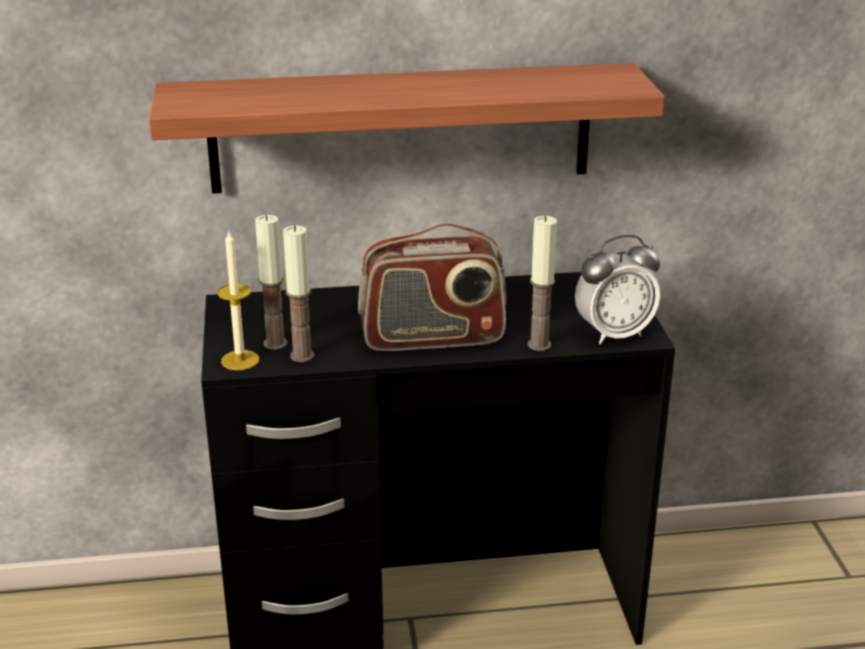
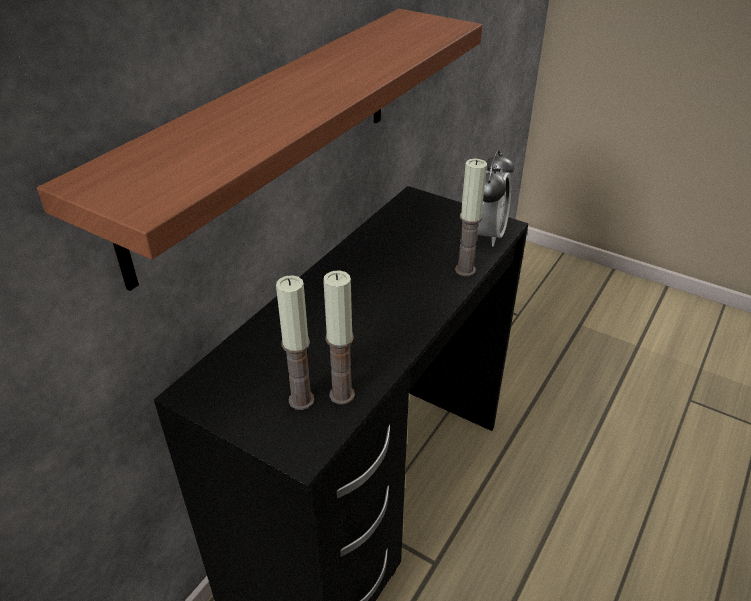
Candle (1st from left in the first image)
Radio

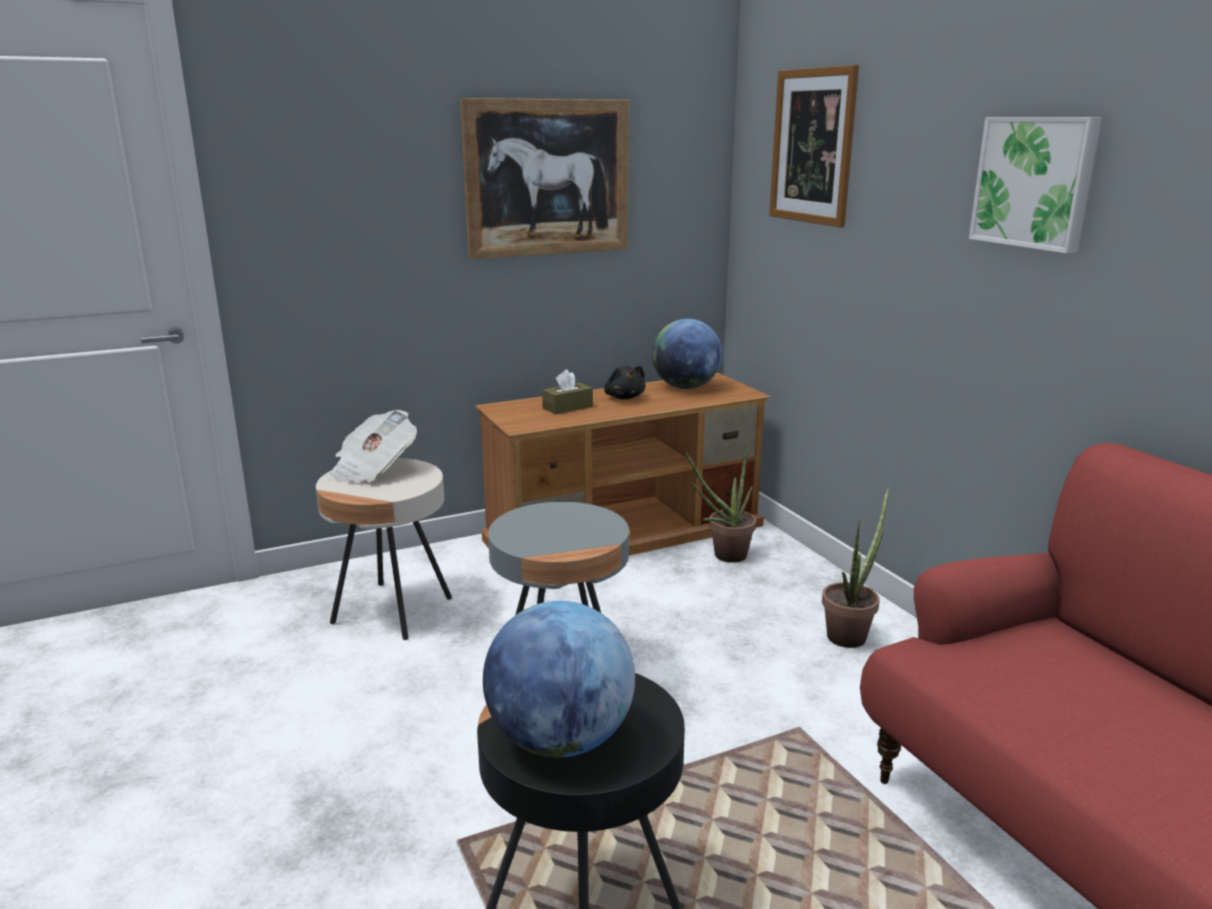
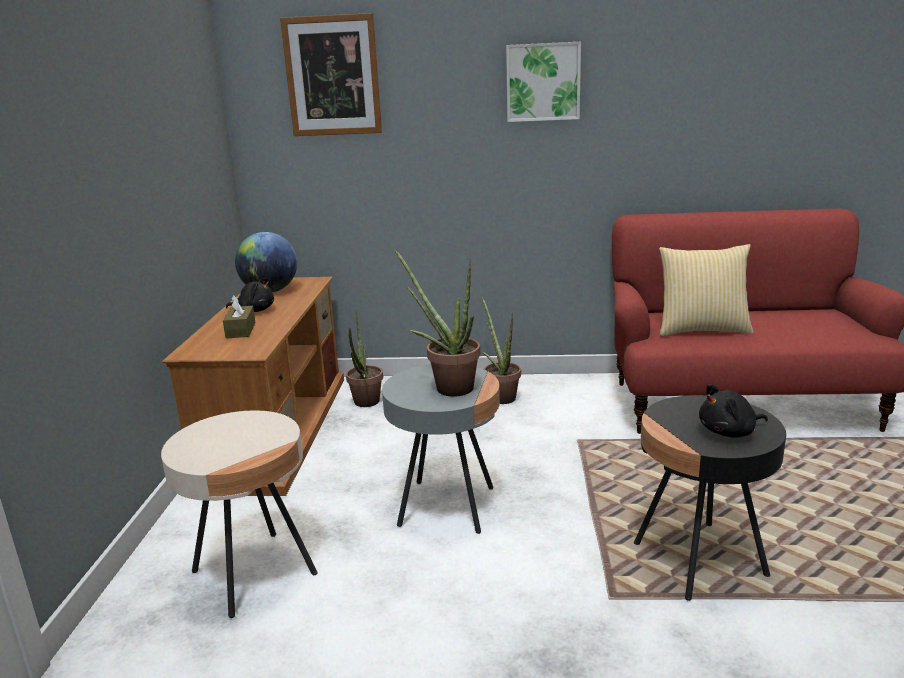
PottedPlant (2nd from left)
Pillow
BlackPlushToy (2nd from left)
Newspaper
Picture (1st from left in the first image)

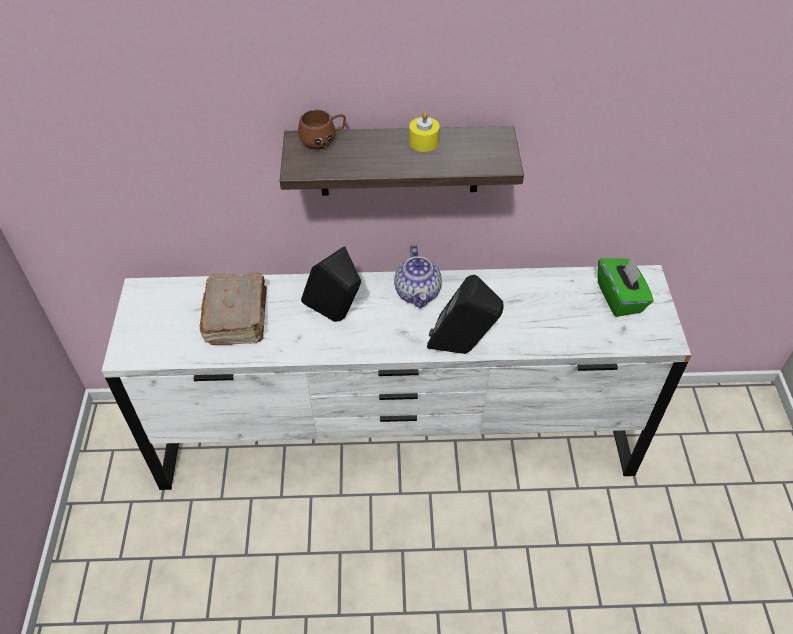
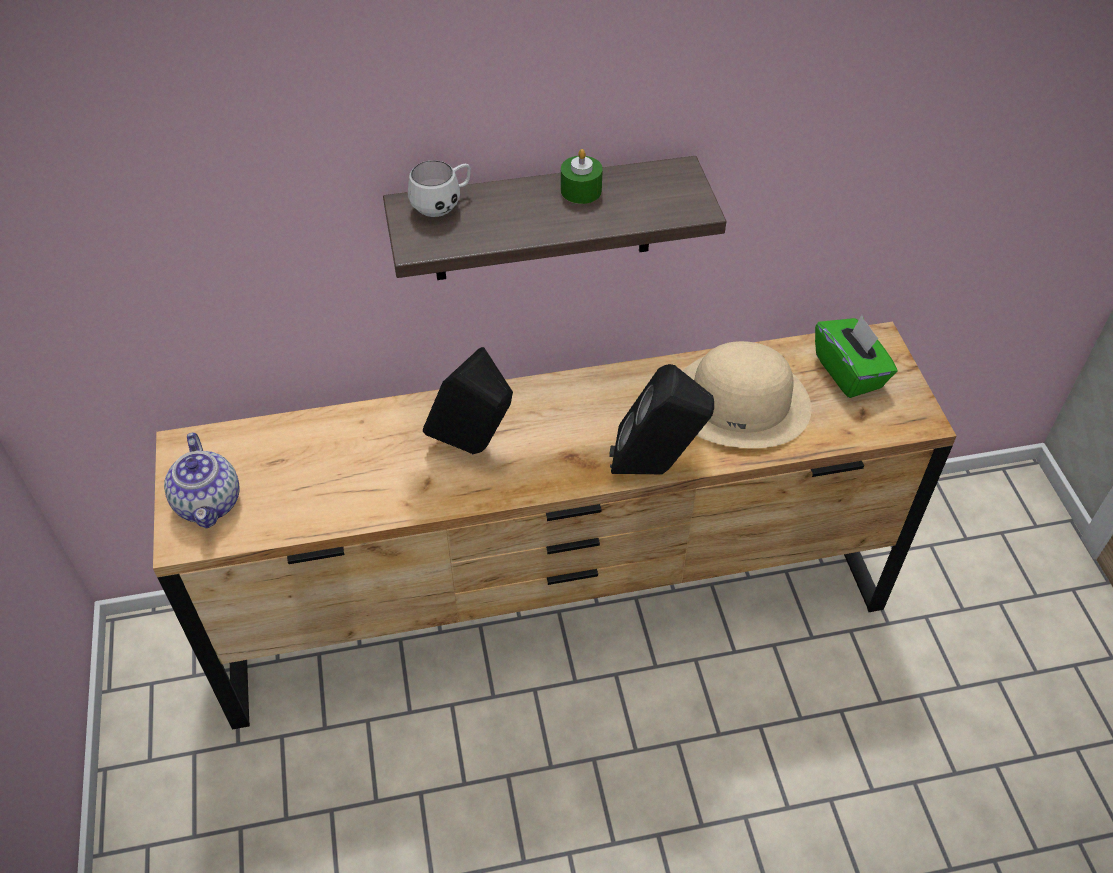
BrownDresser
Teapot
WhiteMug
GreenCandle
BeigeHat
BrownBook

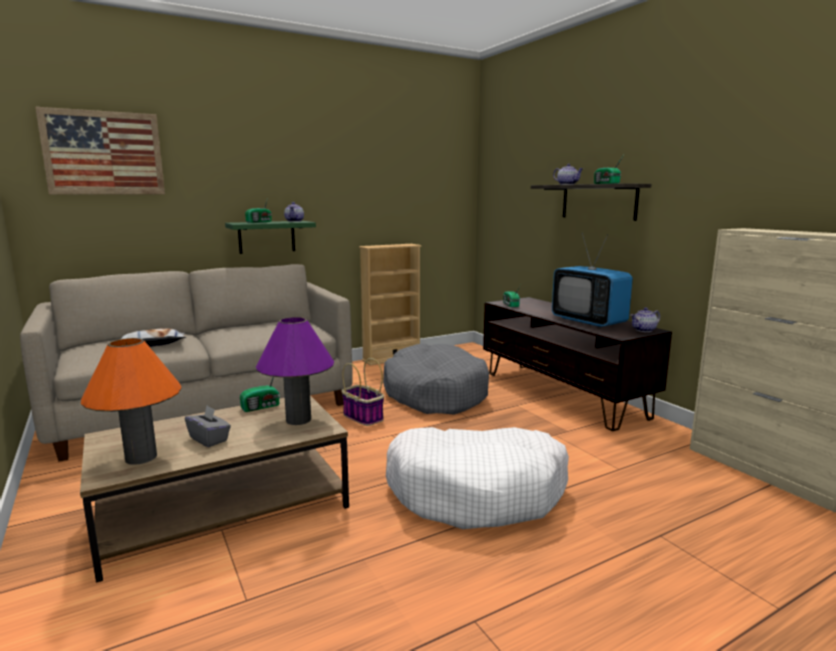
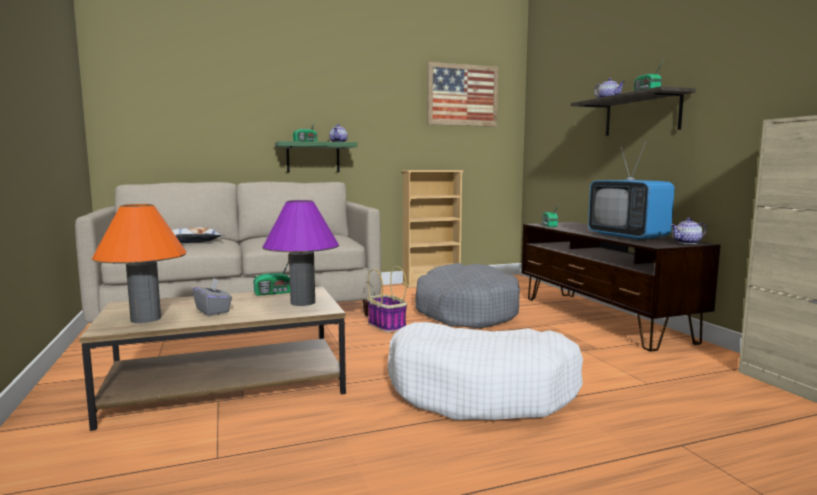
Picture

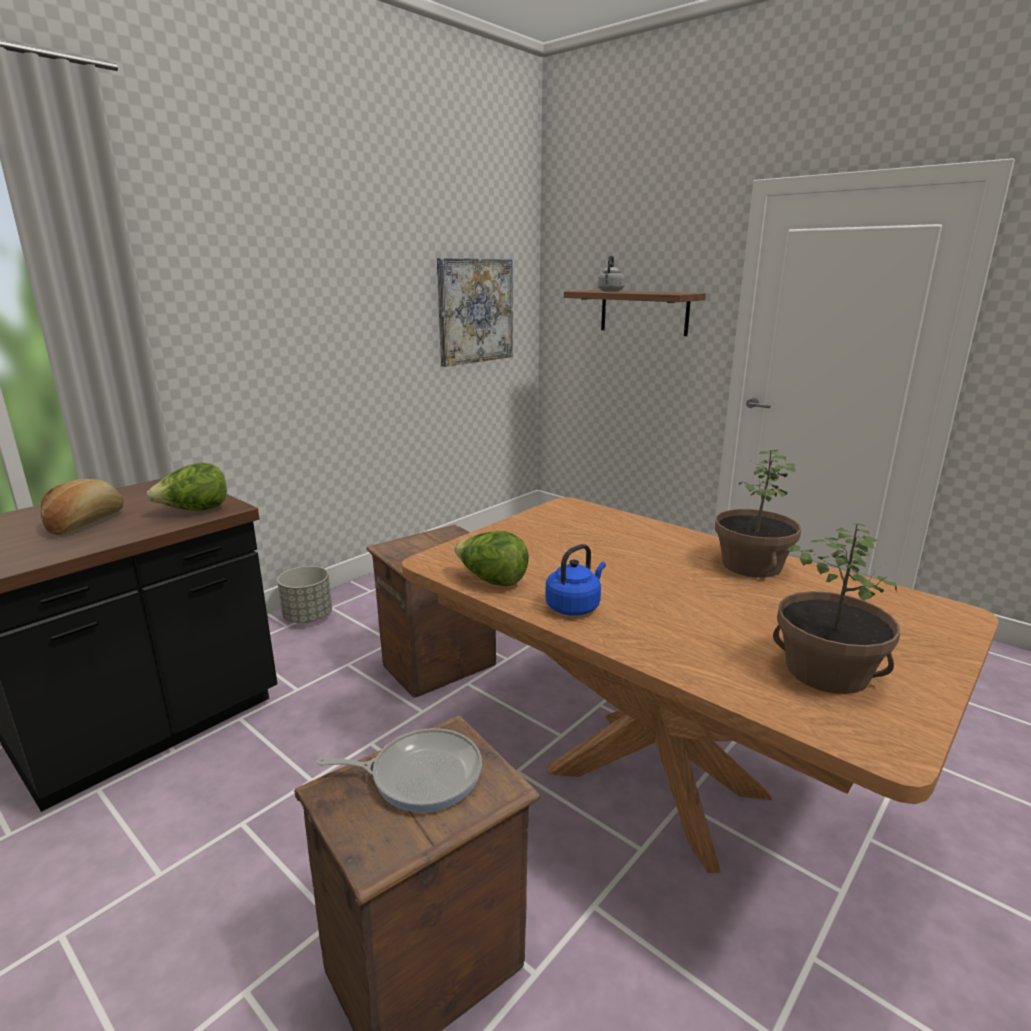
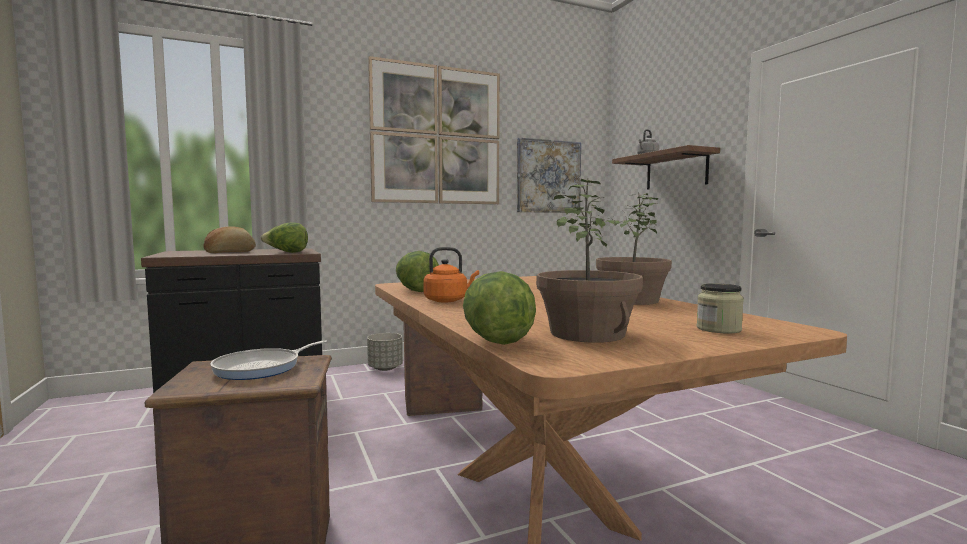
FryingPan
Picture (1st from left)
OrangeKettle
Lettuce (3rd from left)
Jar

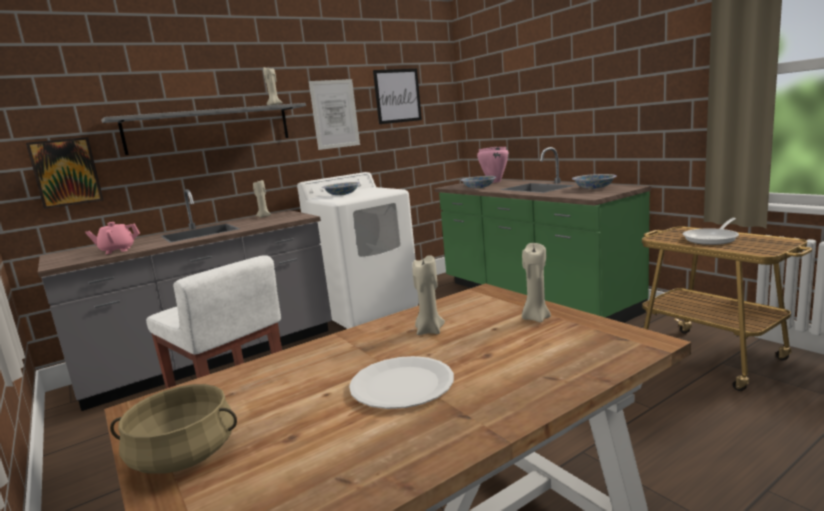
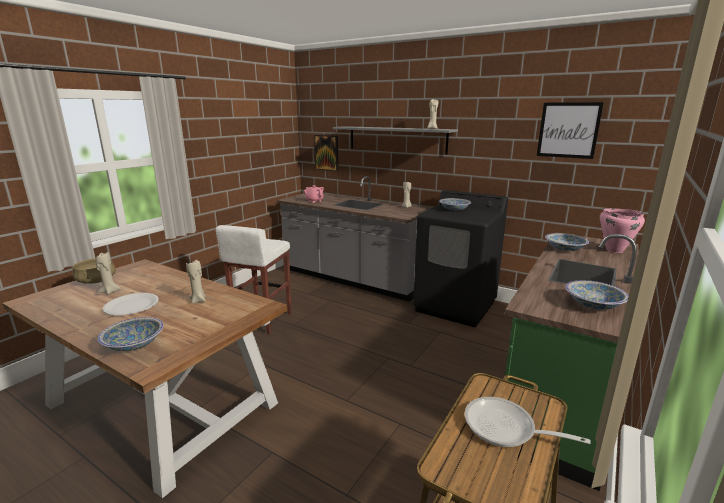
BeigeCandle (1st from left)
Bowl (1st from left)
BlackWashingMachine
Picture (2nd from left in the first image)

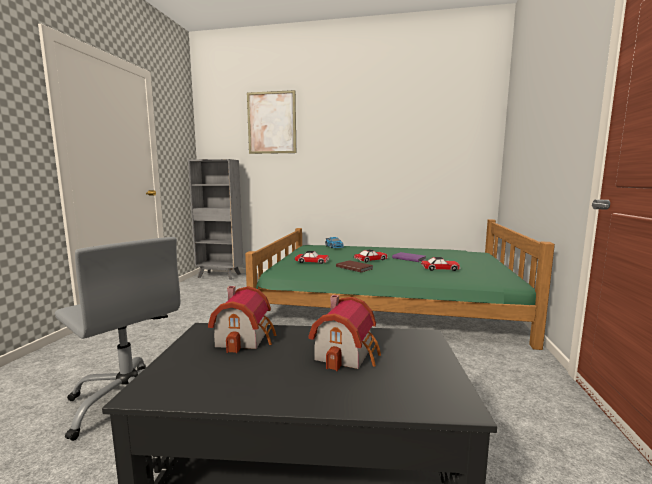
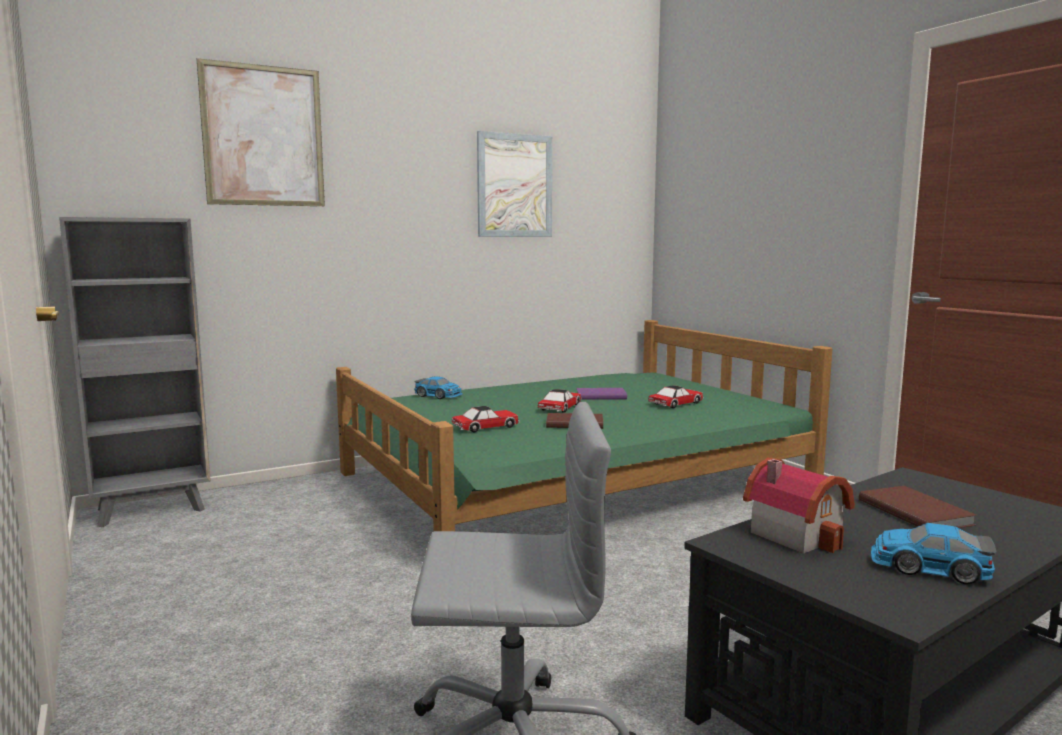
Picture (2nd from left)
BrownBook (2nd from left)
ToyCar (5th from left)

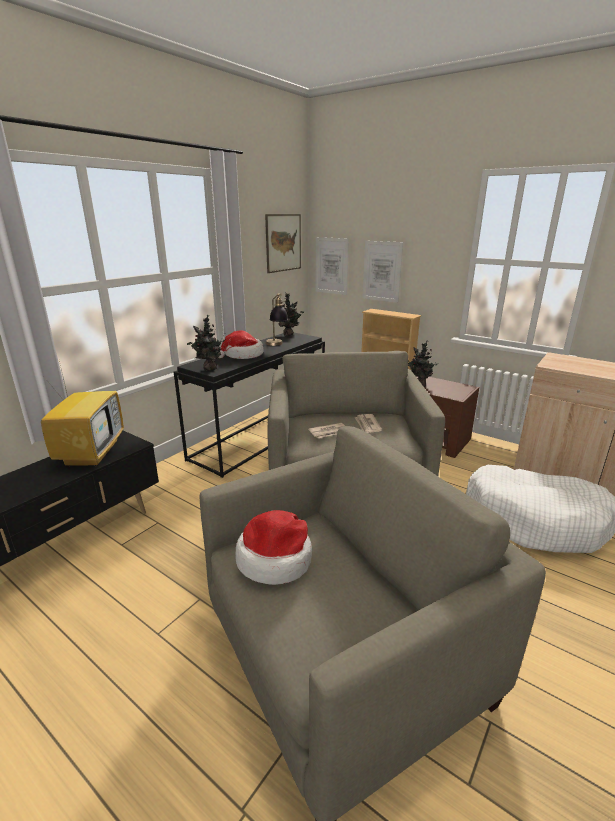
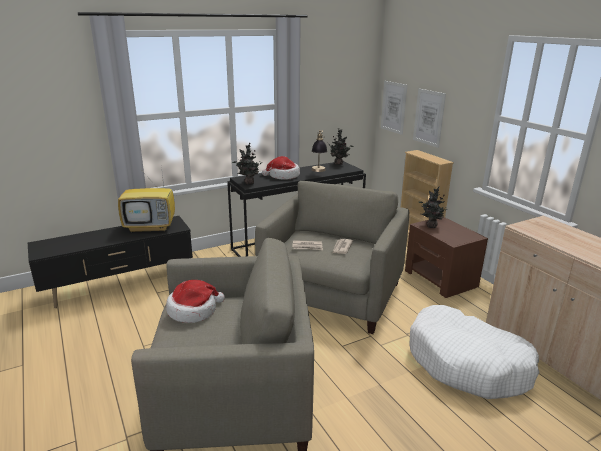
Television
Picture (1st from left in the first image)

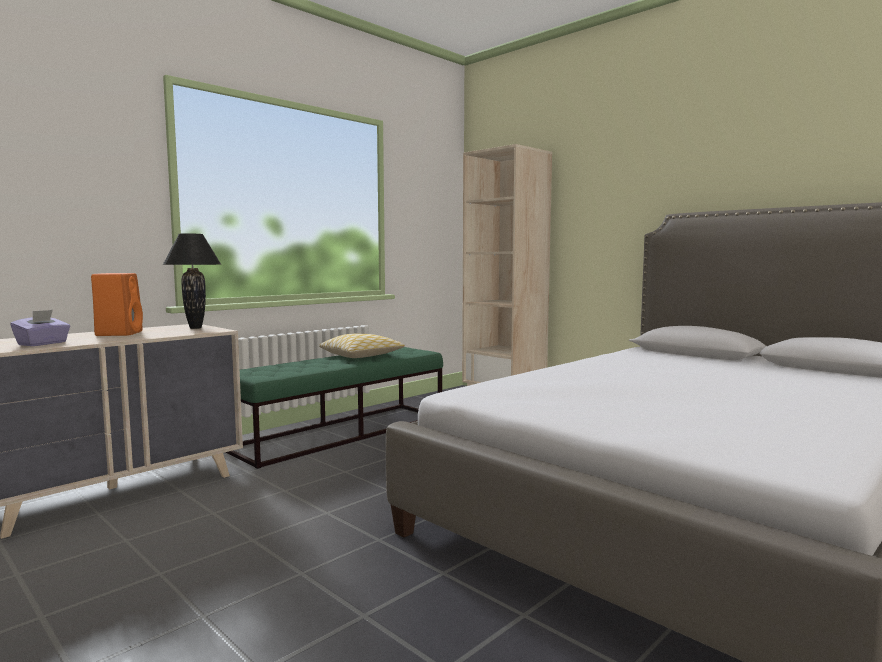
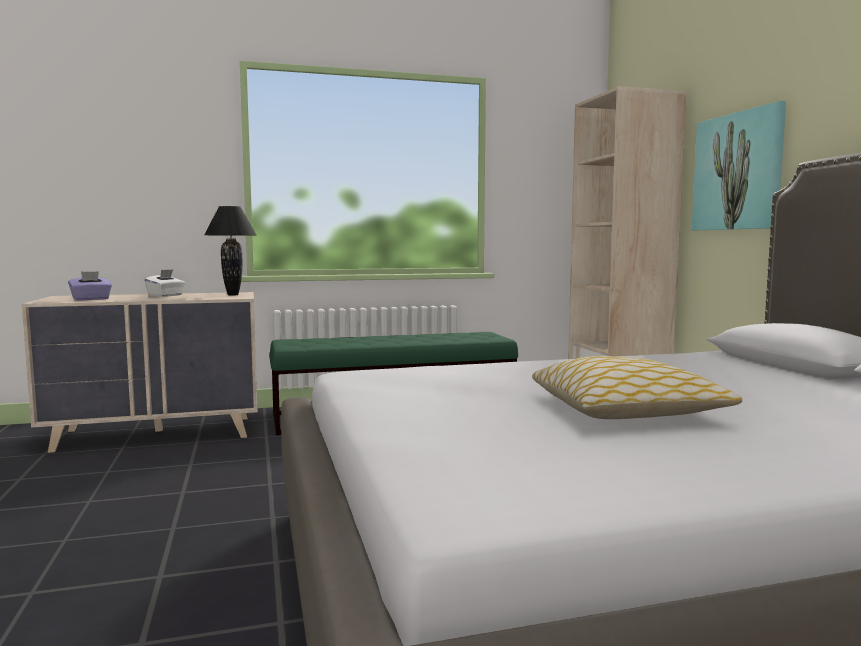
WhiteTissueBox
Pillow
Picture

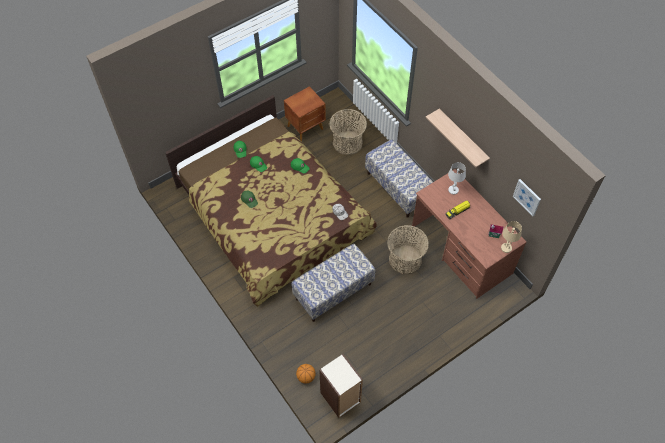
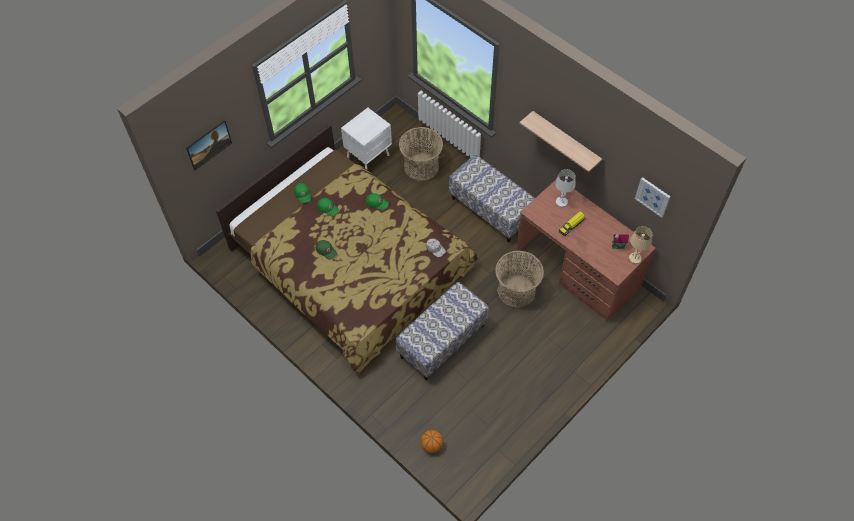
Picture (1st from left)
WhiteNightstand
Bookcase

